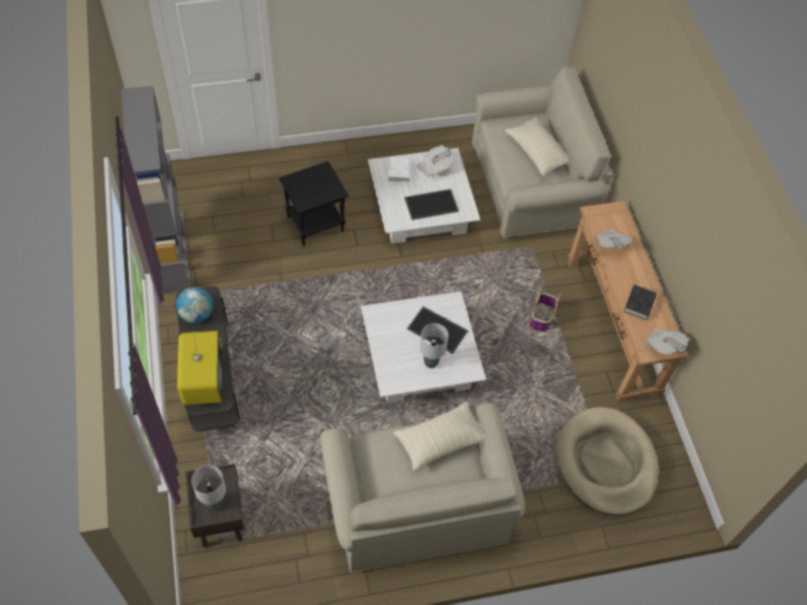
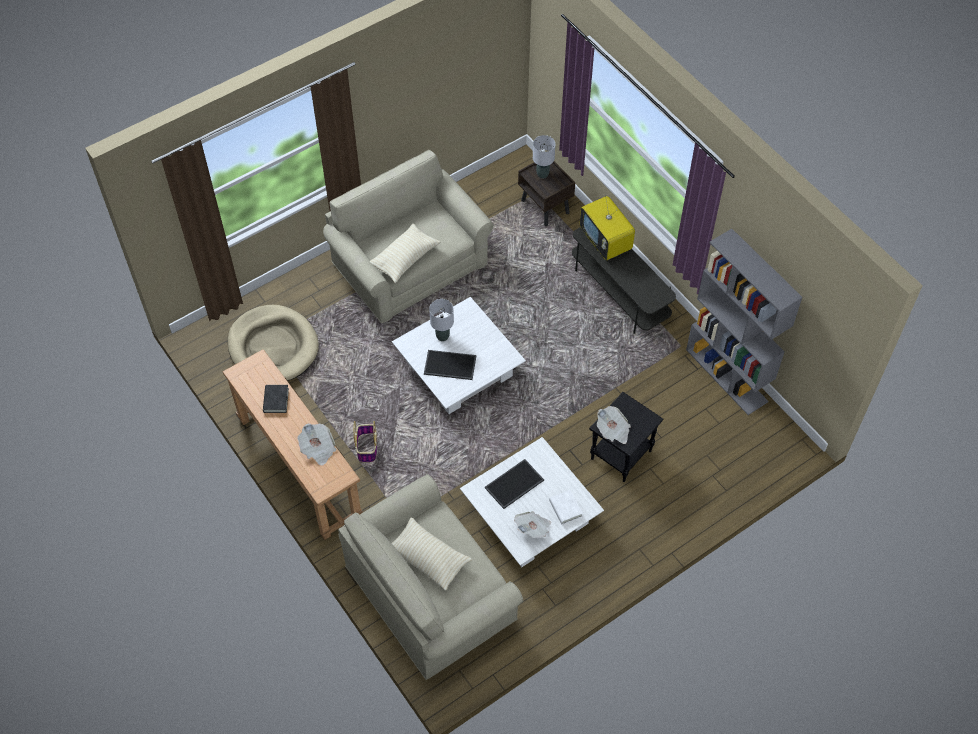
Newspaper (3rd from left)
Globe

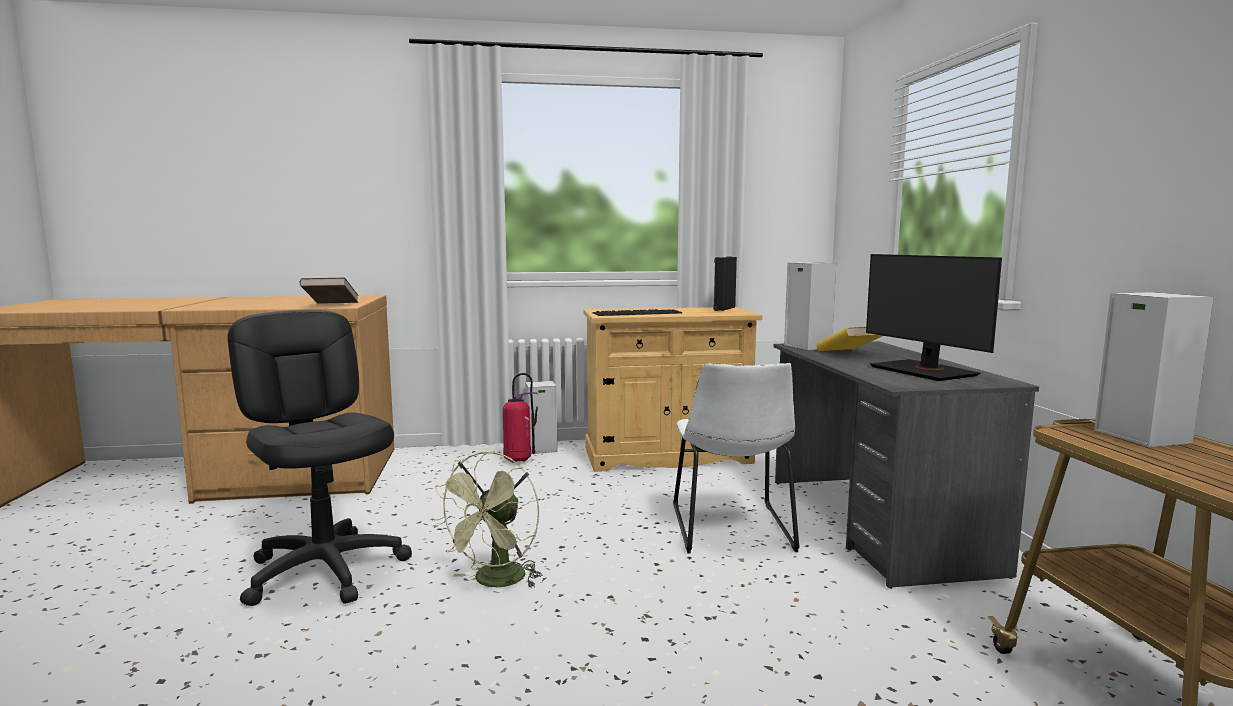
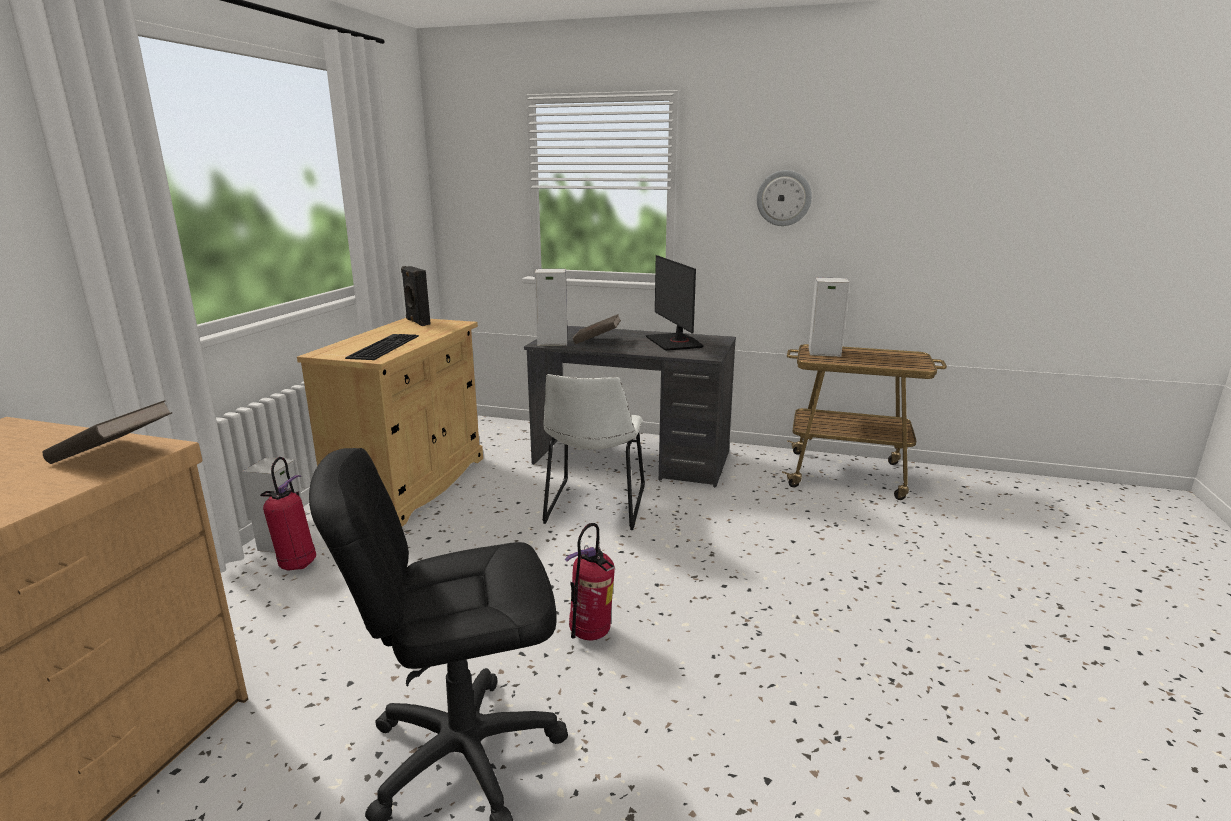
WhiteChair
FireExtinguisher (2nd from left)
BrownBook (2nd from left)
Monitor
WallClock

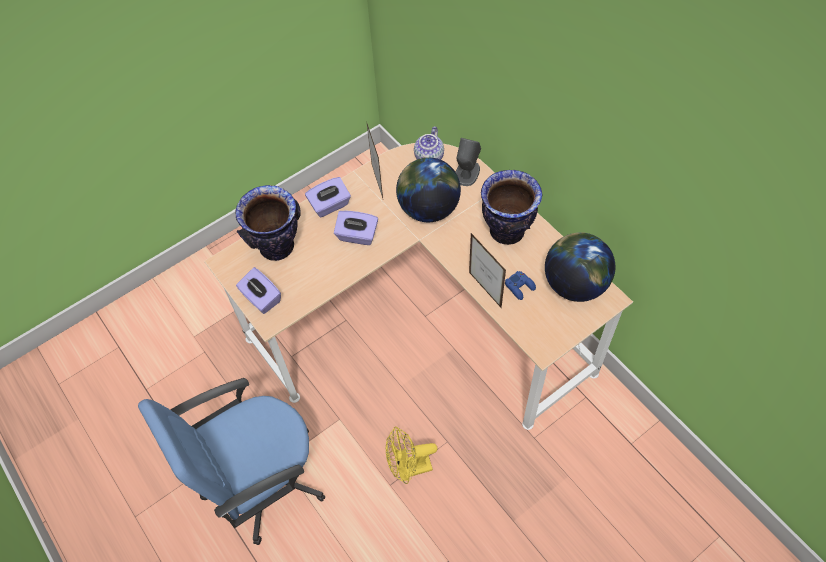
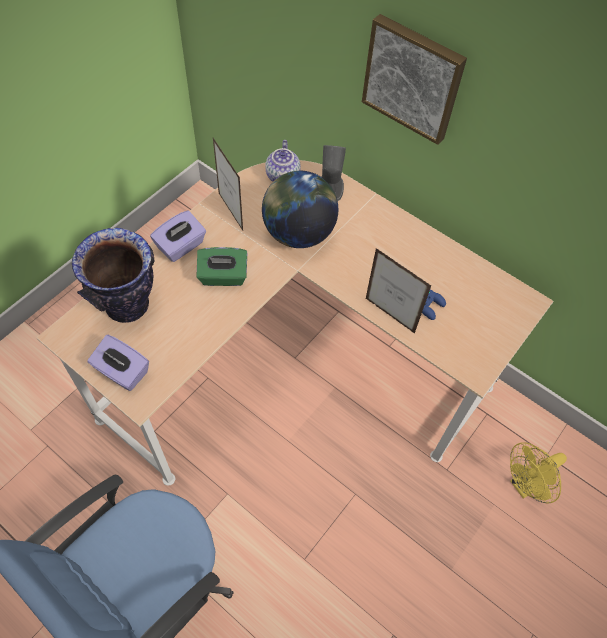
GreenTissueBox
Picture
YellowFan
Vase (2nd from left in the first image)
Globe (2nd from left in the first image)

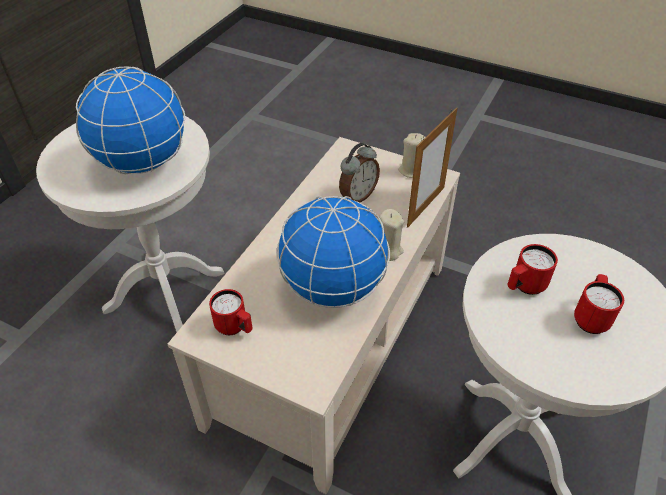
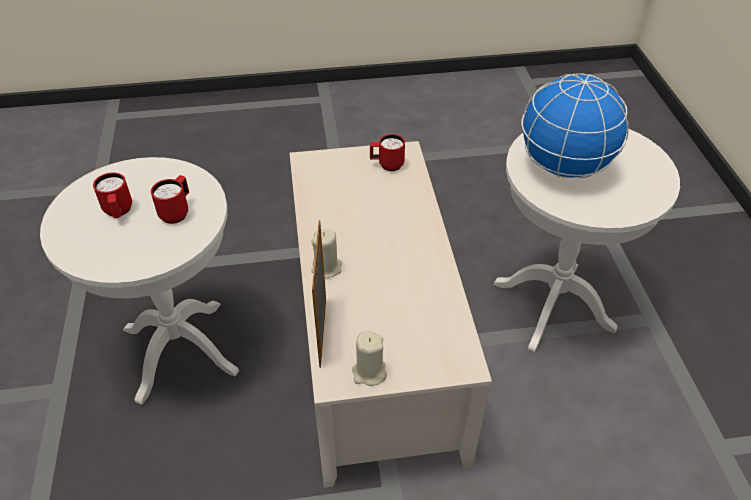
Globe (2nd from left in the first image)
AlarmClock

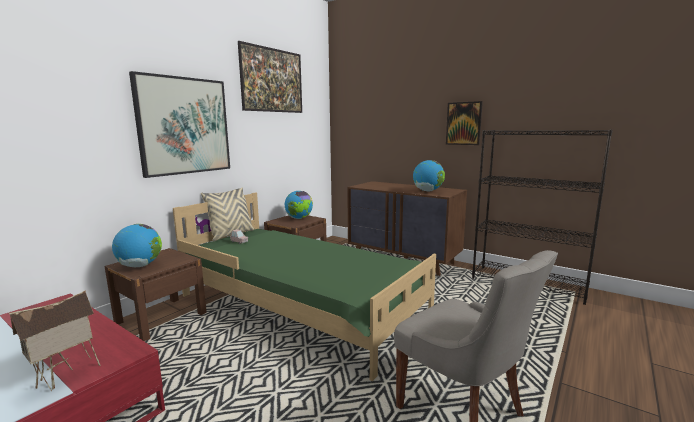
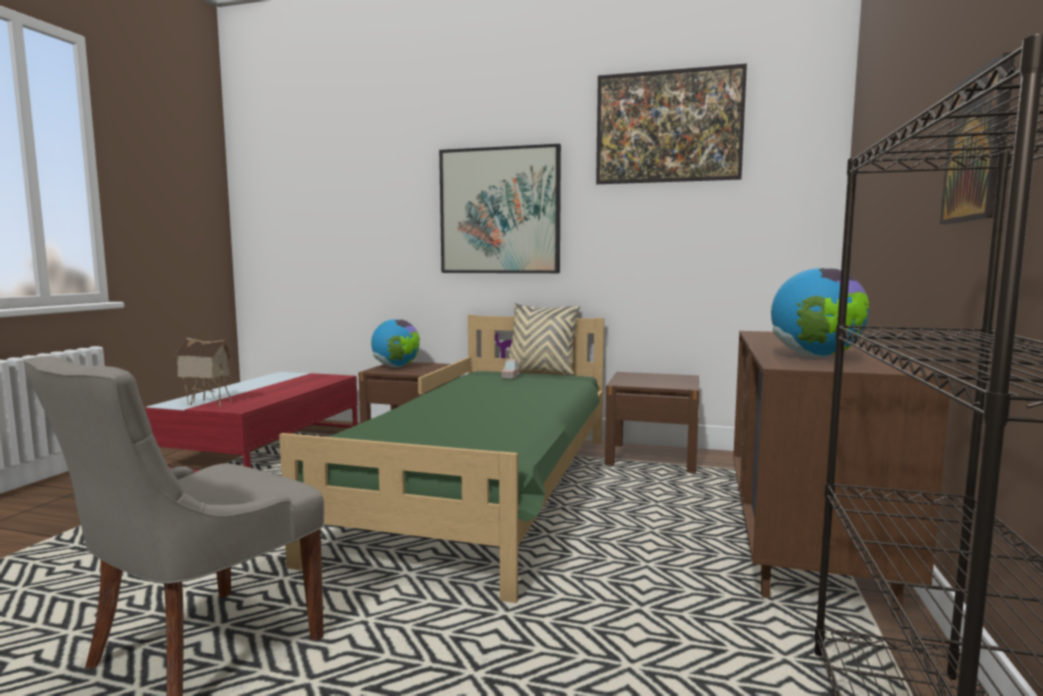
Globe (2nd from left in the first image)

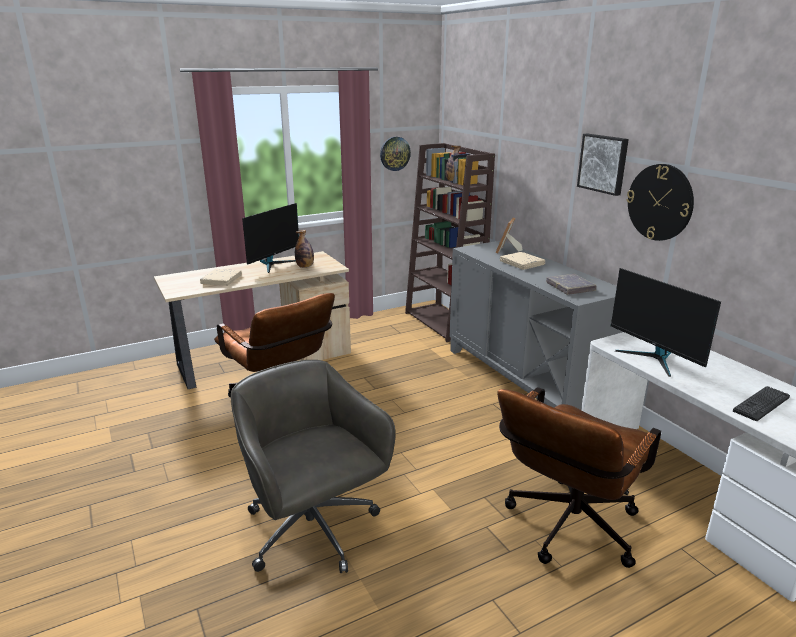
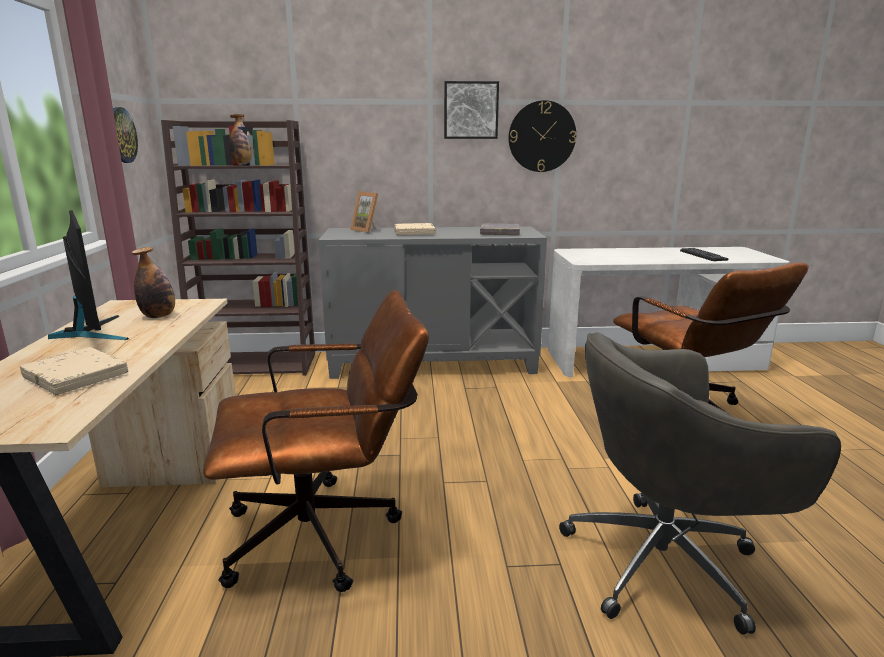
Monitor (2nd from left in the first image)

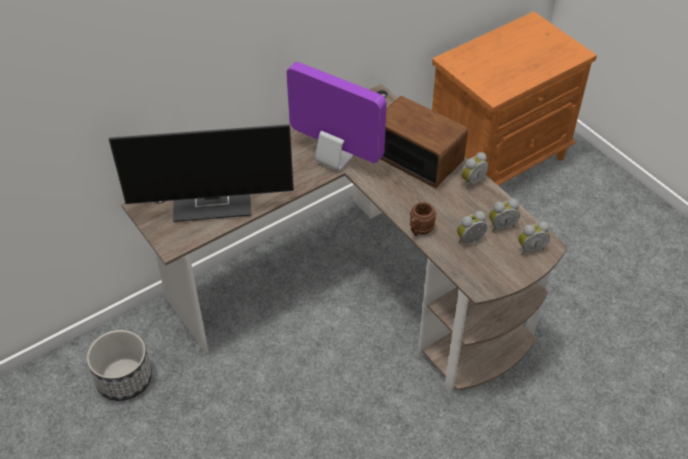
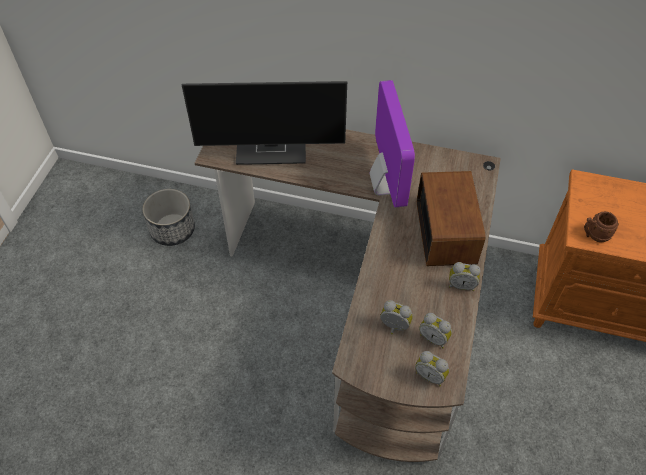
Monitor (1st from left)
BrownMug

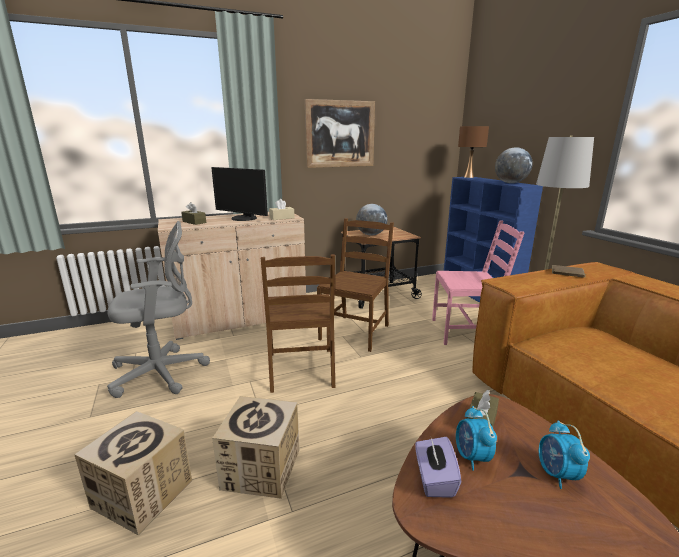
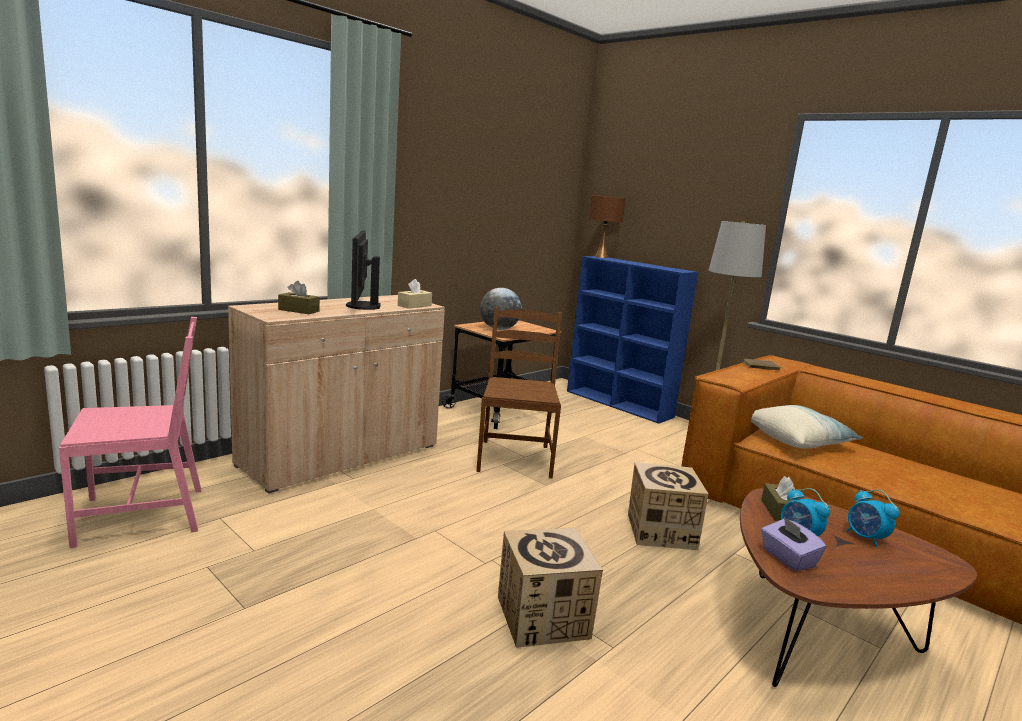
PinkChair
Monitor
CardboardBox (2nd from left)
Pillow
GreyOfficeChair
BrownChair (1st from left in the first image)
Picture
Globe (2nd from left in the first image)

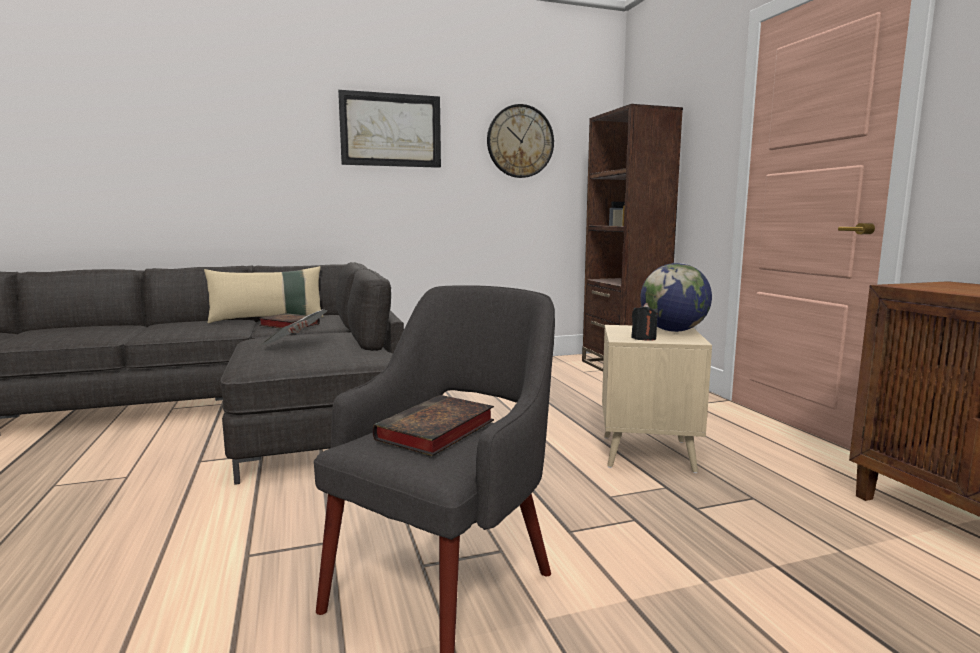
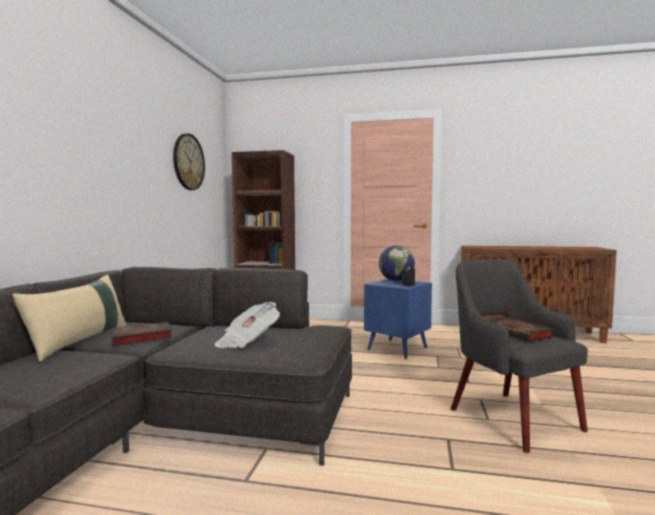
BlueSideTable
Picture

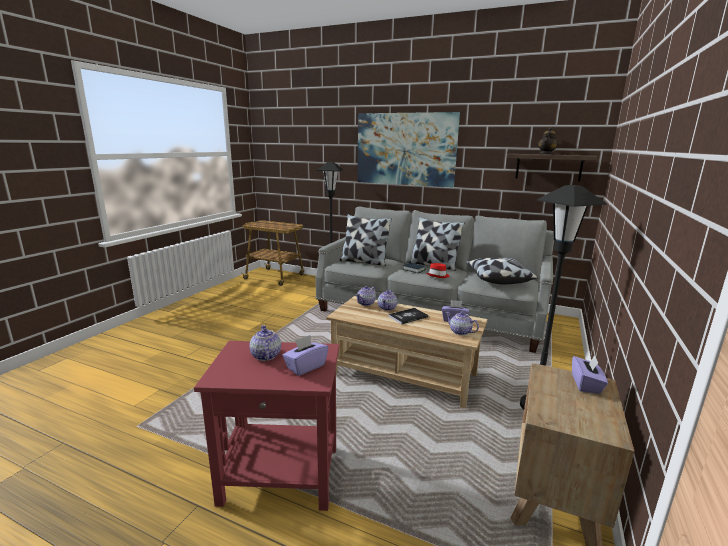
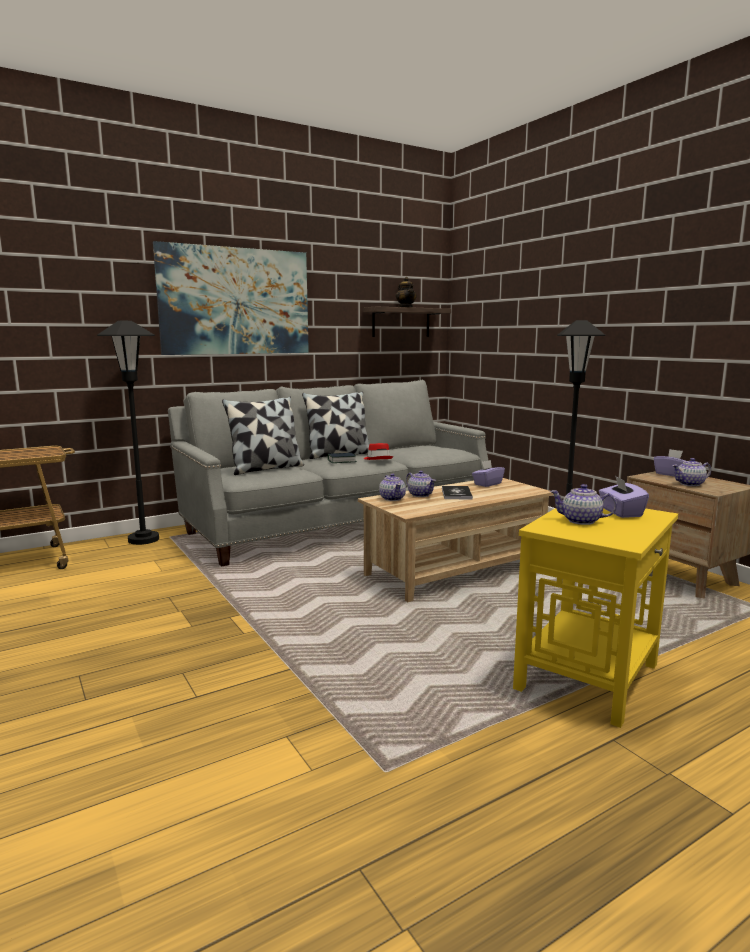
YellowSideTable
Teapot (5th from left)
Pillow (3rd from left in the first image)

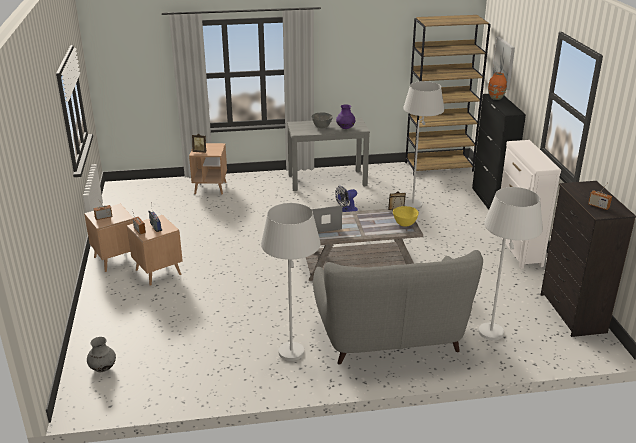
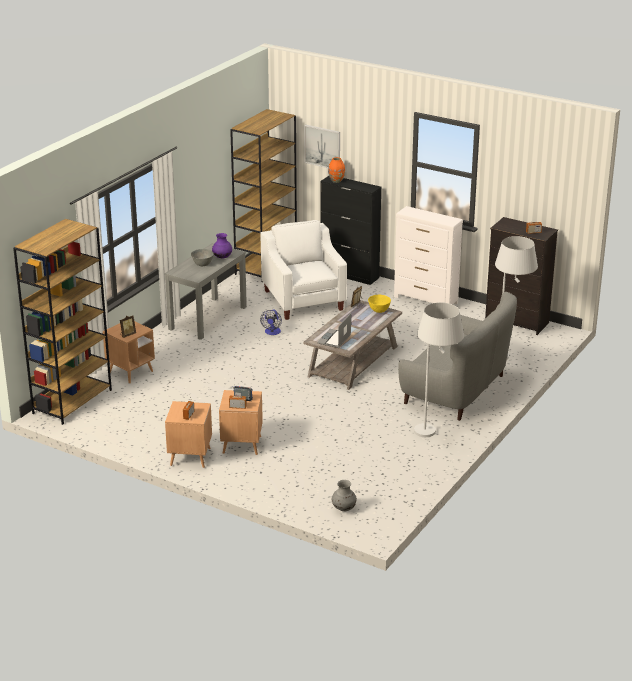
BrownBookcase (1st from left)
WhiteArmchair

